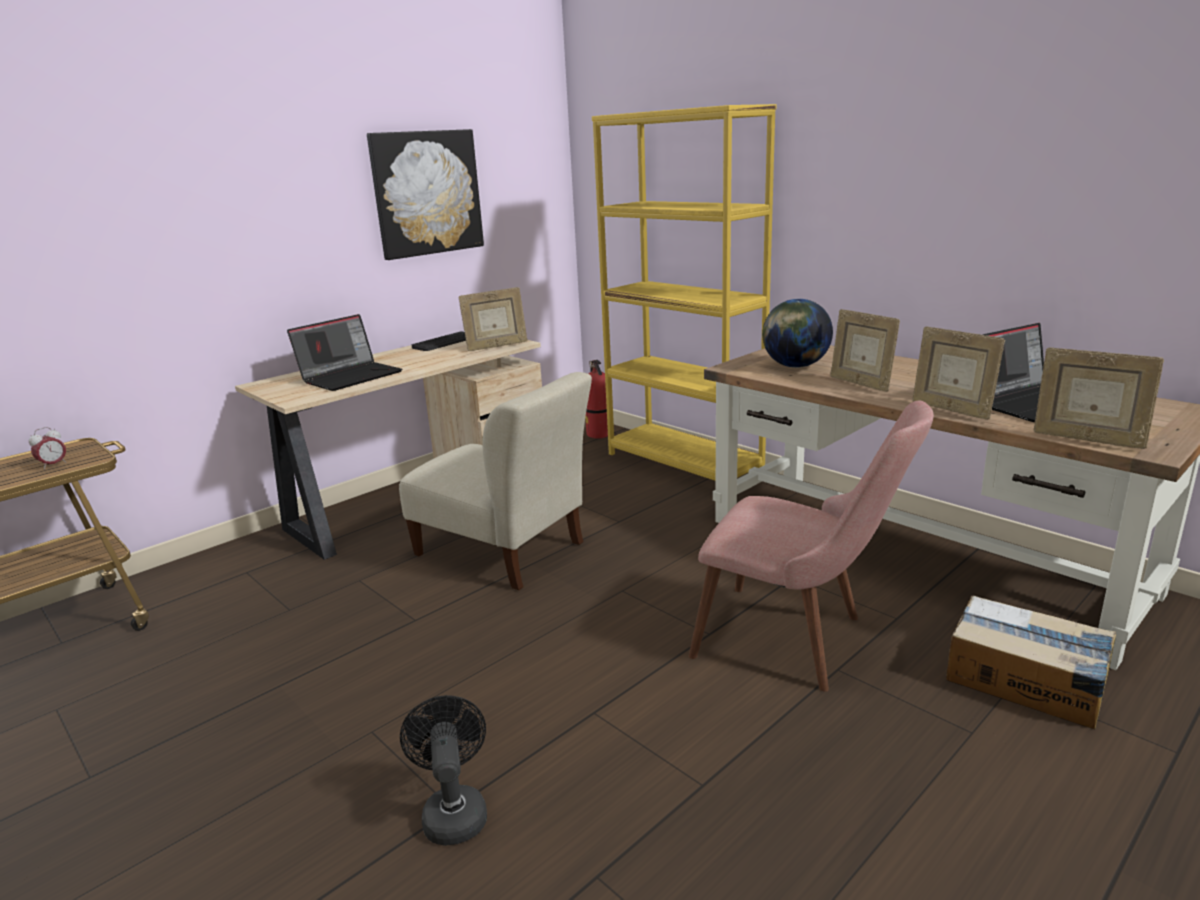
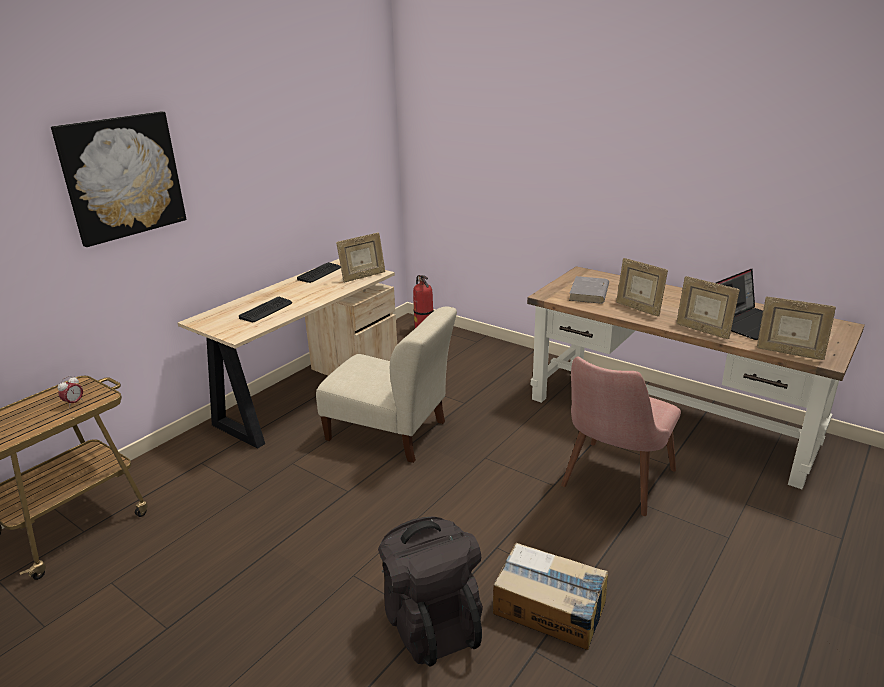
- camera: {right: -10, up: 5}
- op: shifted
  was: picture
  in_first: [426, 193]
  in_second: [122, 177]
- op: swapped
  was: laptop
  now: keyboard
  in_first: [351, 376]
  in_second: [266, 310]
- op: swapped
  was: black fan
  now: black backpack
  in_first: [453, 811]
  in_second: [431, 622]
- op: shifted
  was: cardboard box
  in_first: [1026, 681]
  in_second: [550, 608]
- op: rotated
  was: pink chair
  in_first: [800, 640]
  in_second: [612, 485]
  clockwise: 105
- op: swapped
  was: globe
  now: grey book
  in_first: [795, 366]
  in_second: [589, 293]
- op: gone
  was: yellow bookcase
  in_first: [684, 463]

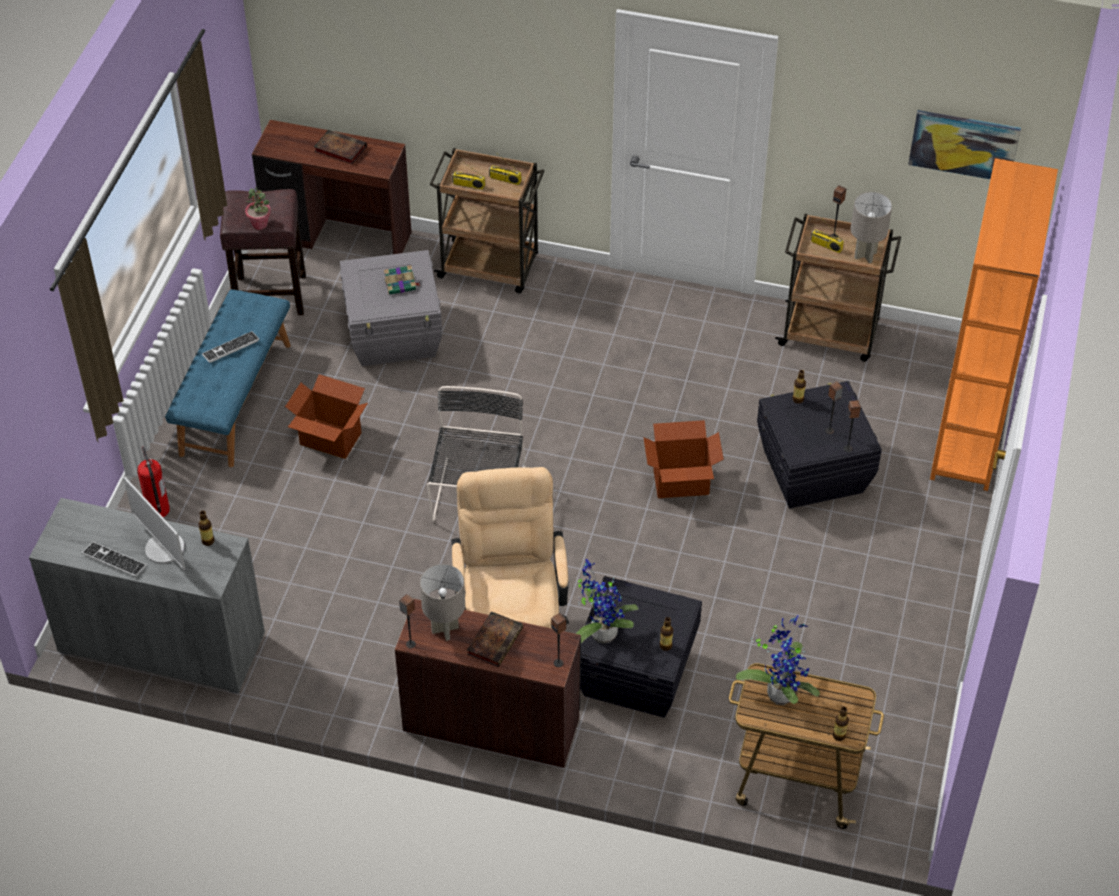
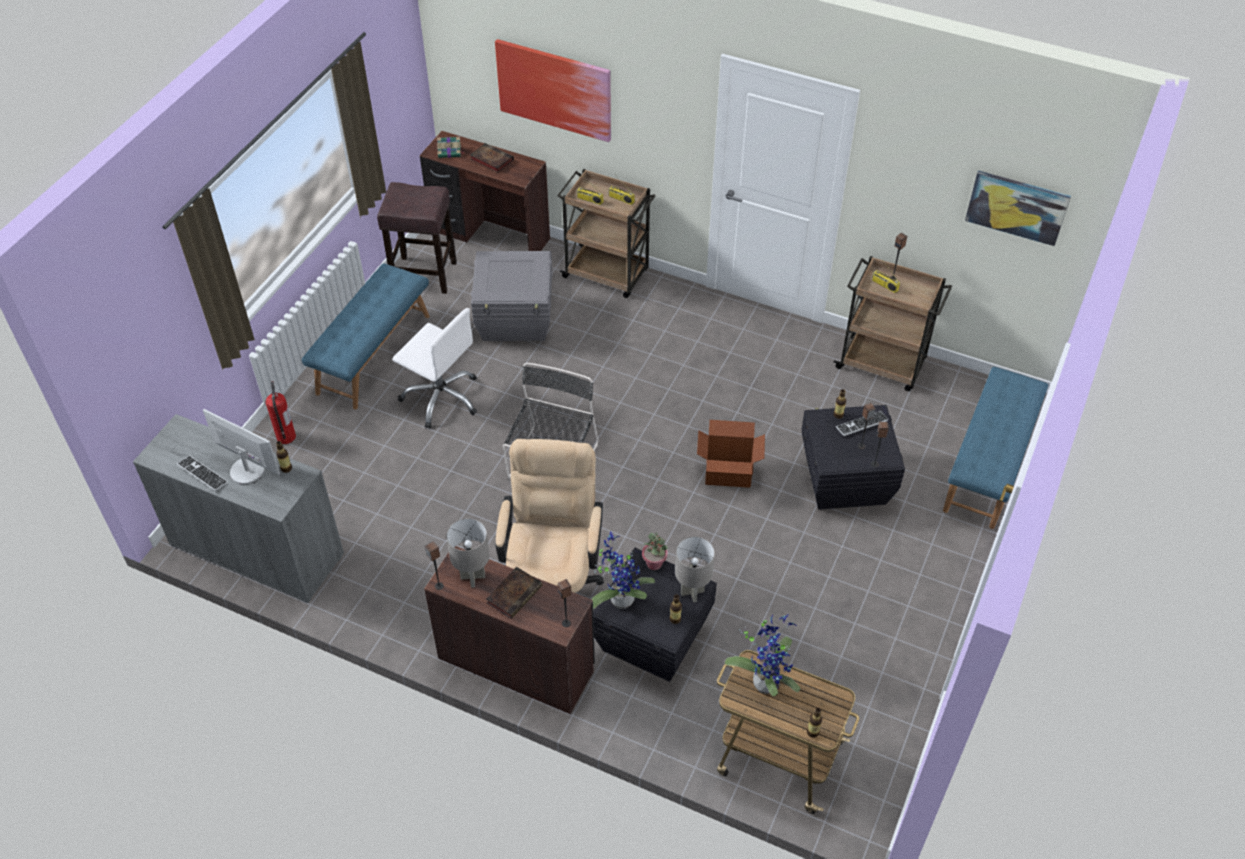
- camera: {right: 10, up: 0}
- op: rotated
  was: monitor
  in_first: [164, 549]
  in_second: [247, 470]
  clockwise: 150
- op: swapped
  was: cardboard box
  now: white office chair
  in_first: [330, 439]
  in_second: [441, 397]
- op: shifted
  was: book
  in_first: [401, 284]
  in_second: [450, 152]
- op: new
  now: picture
  in_second: [554, 89]
- op: shifted
  was: potted plant
  in_first: [260, 224]
  in_second: [654, 564]
- op: shifted
  was: grey table lamp
  in_first: [865, 255]
  in_second: [692, 592]
- op: shifted
  was: keyboard
  in_first: [231, 348]
  in_second: [861, 424]
- op: swapped
  was: orange bookcase
  now: blue bench
  in_first: [968, 433]
  in_second: [989, 465]

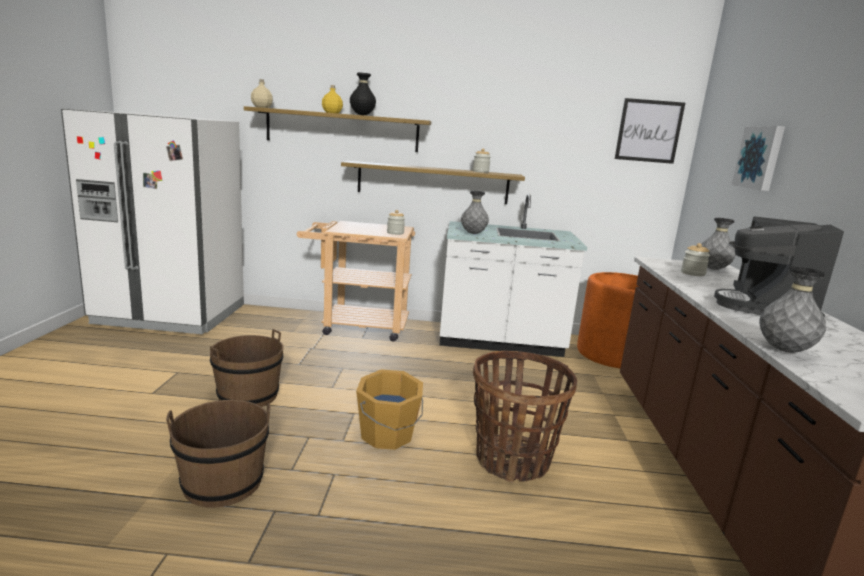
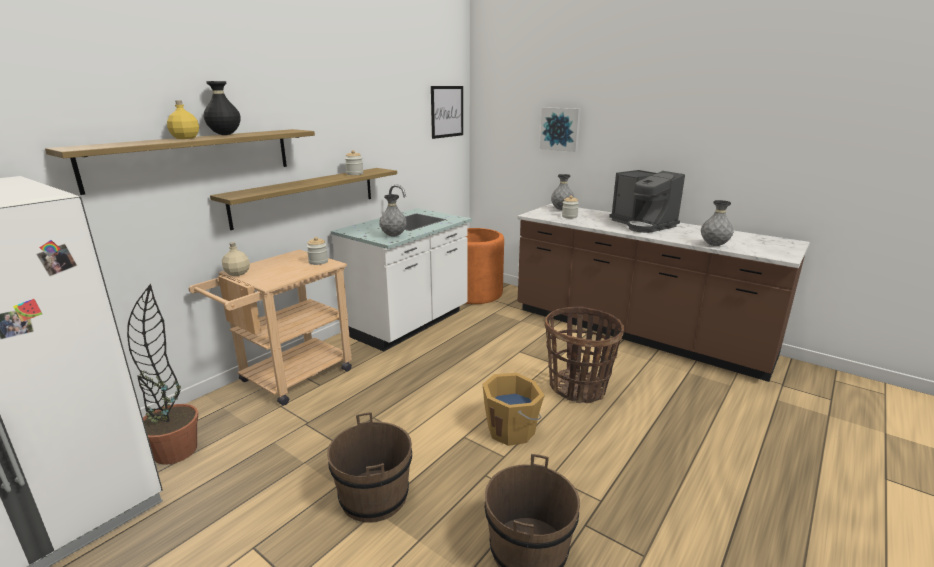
- camera: {right: -55, up: 5}
- op: new
  now: potted plant
  in_second: [176, 451]
- op: shifted
  was: beige bottle
  in_first: [261, 107]
  in_second: [237, 273]

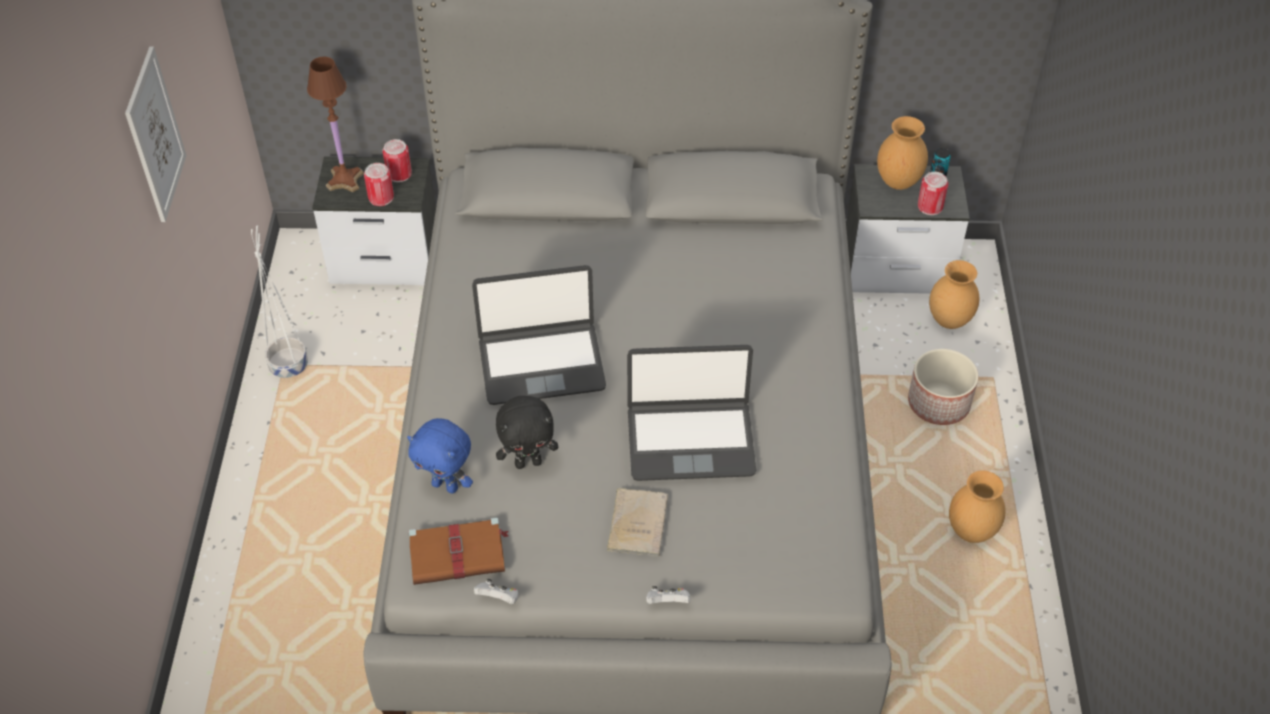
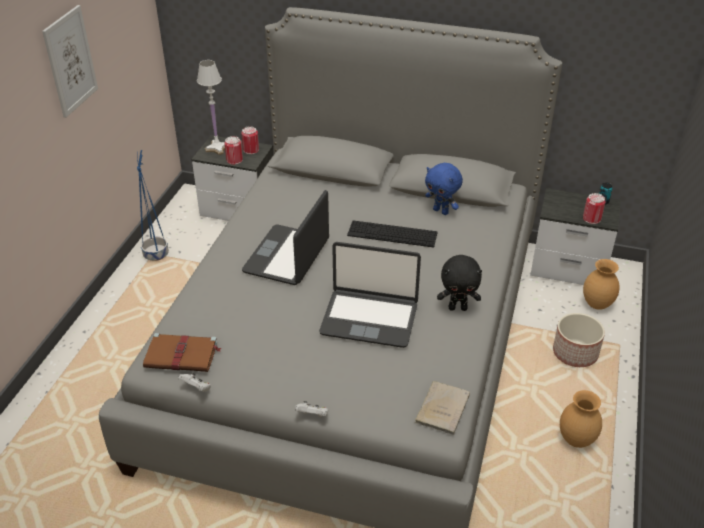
- camera: {right: 15, up: -10}
- op: repainted
  was: white planter
  now: blue planter
  in_first: [289, 365]
  in_second: [156, 254]
- op: repainted
  was: brown table lamp
  now: white table lamp
  in_first: [344, 180]
  in_second: [217, 148]
- op: rotated
  was: laptop
  in_first: [541, 363]
  in_second: [288, 256]
  clockwise: 105
- op: new
  now: keyboard
  in_second: [392, 234]
- op: shifted
  was: beige book
  in_first: [638, 522]
  in_second: [443, 407]
- op: shifted
  was: blue plush toy
  in_first: [446, 485]
  in_second: [441, 211]
- op: shifted
  was: black plush toy
  in_first: [528, 462]
  in_second: [458, 308]
- op: gone
  was: brown vase
  in_first: [898, 182]

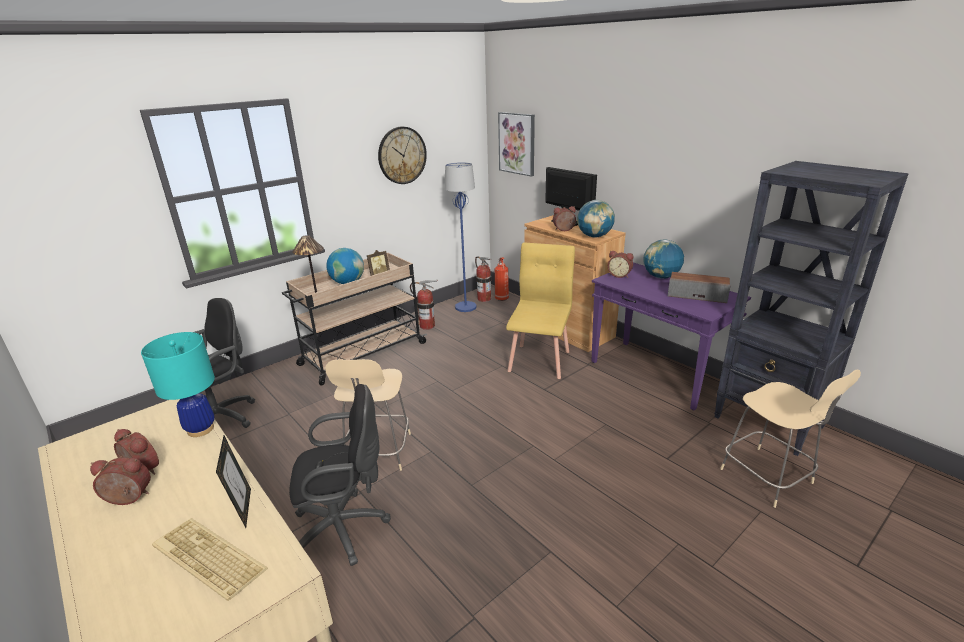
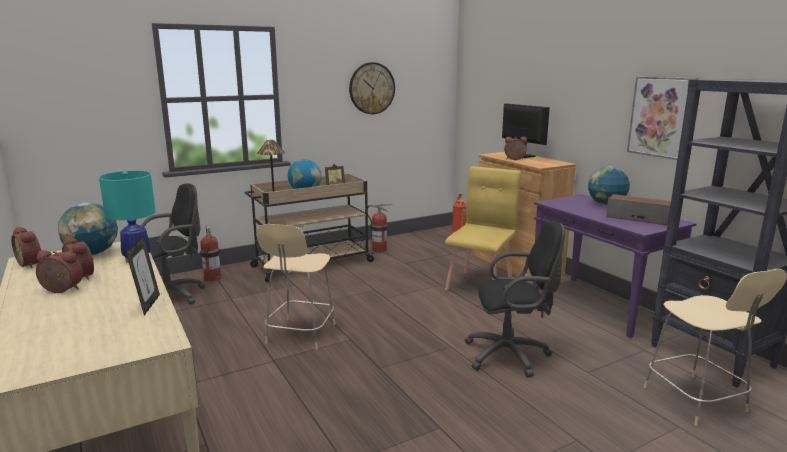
- camera: {right: 10, up: -10}
- op: shifted
  was: alarm clock
  in_first: [619, 275]
  in_second: [32, 263]
- op: shifted
  was: globe
  in_first: [594, 236]
  in_second: [92, 253]
- op: shifted
  was: fire extinguisher
  in_first: [484, 299]
  in_second: [212, 278]
- op: shifted
  was: black office chair
  in_first: [345, 528]
  in_second: [511, 355]
- op: shifted
  was: picture
  in_first: [517, 143]
  in_second: [662, 117]
- op: gone
  was: keyboard
  in_first: [206, 559]
- op: gone
  was: blue floor lamp
  in_first: [465, 307]

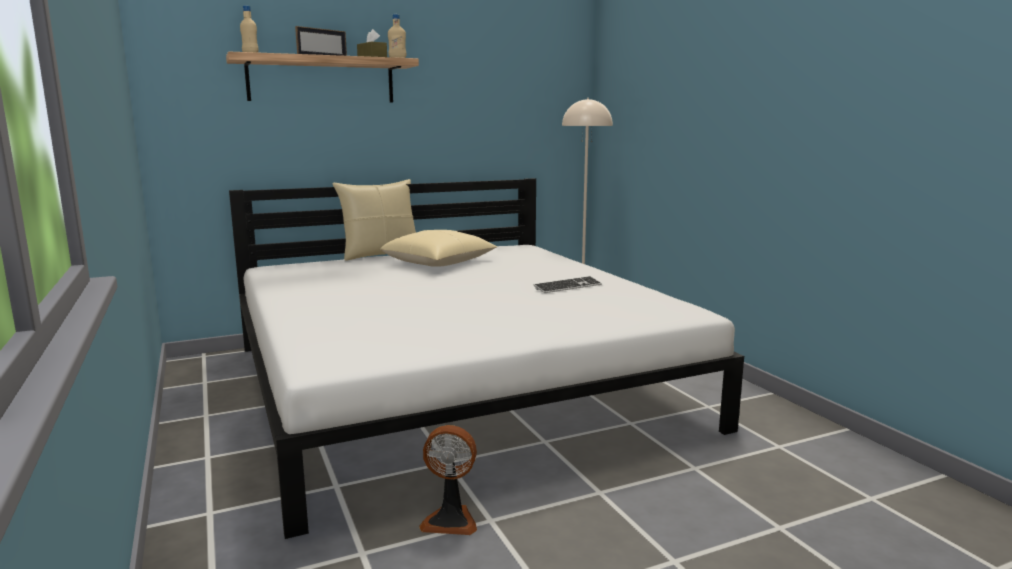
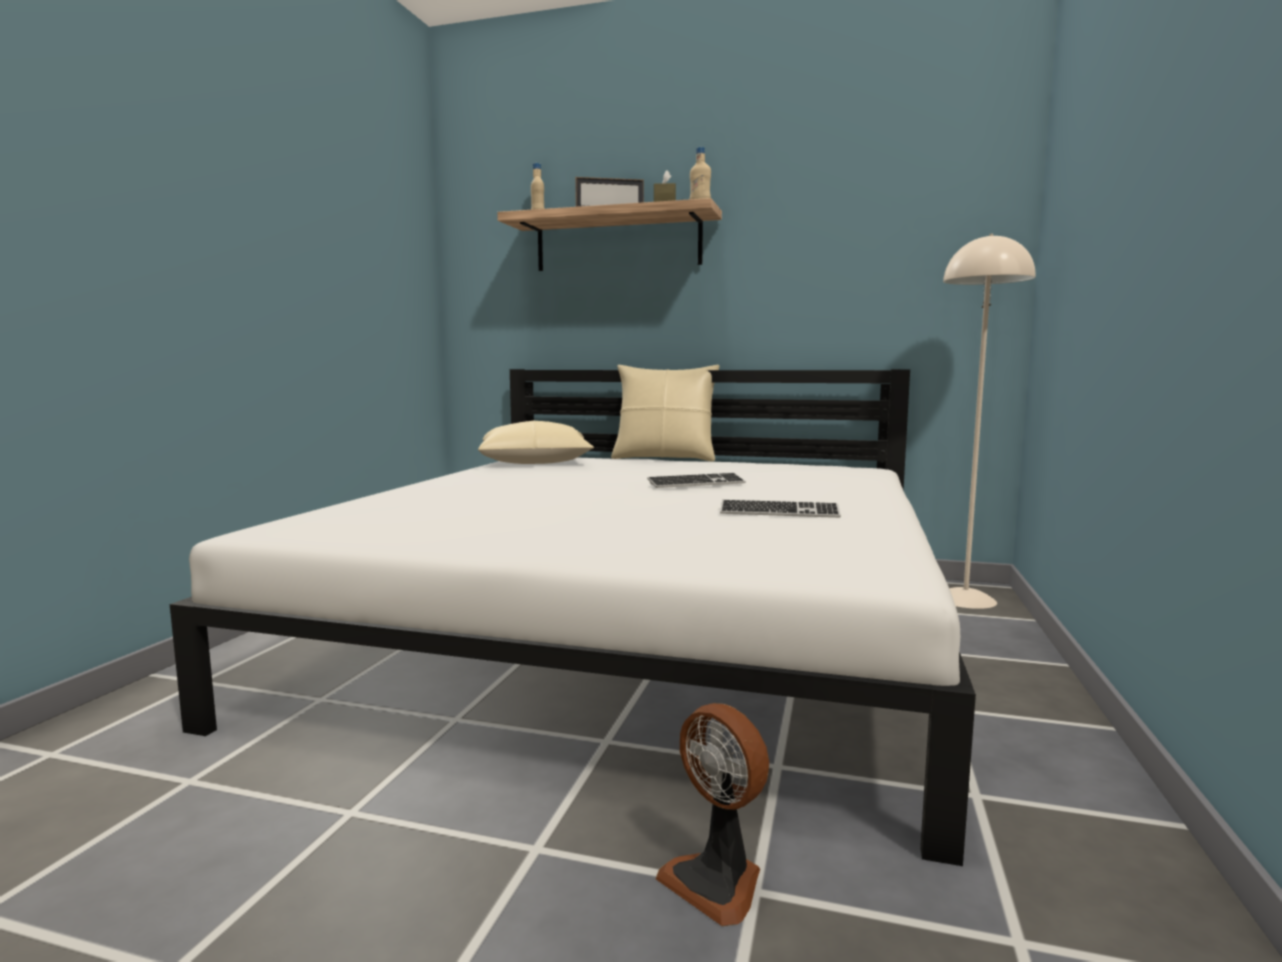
- camera: {right: 40, up: -5}
- op: shifted
  was: beige pillow
  in_first: [439, 262]
  in_second: [535, 461]
- op: new
  now: keyboard
  in_second: [696, 483]
- op: shifted
  was: fan
  in_first: [451, 520]
  in_second: [717, 881]

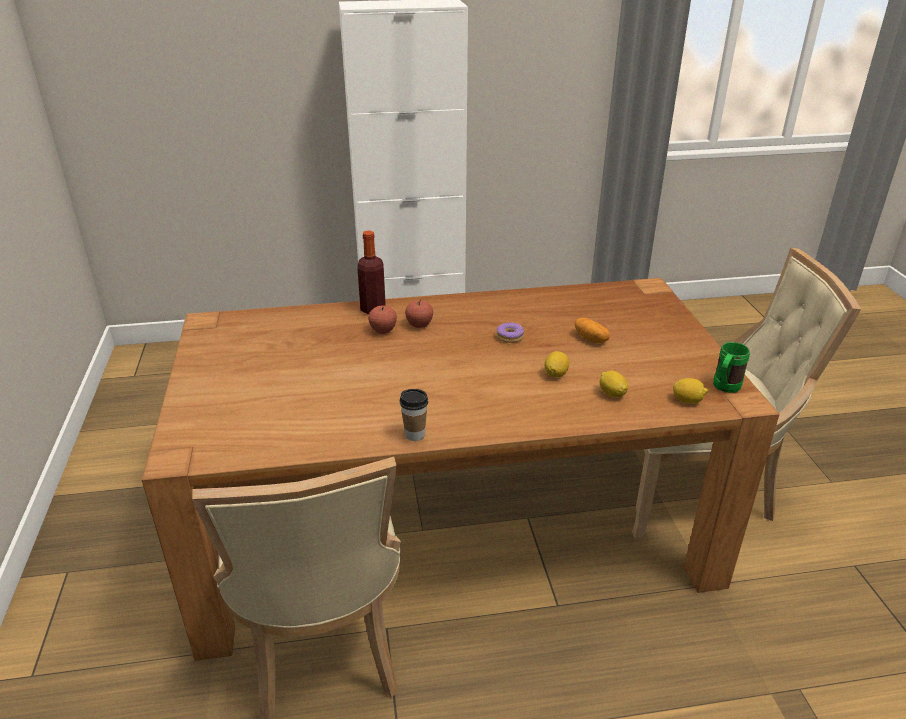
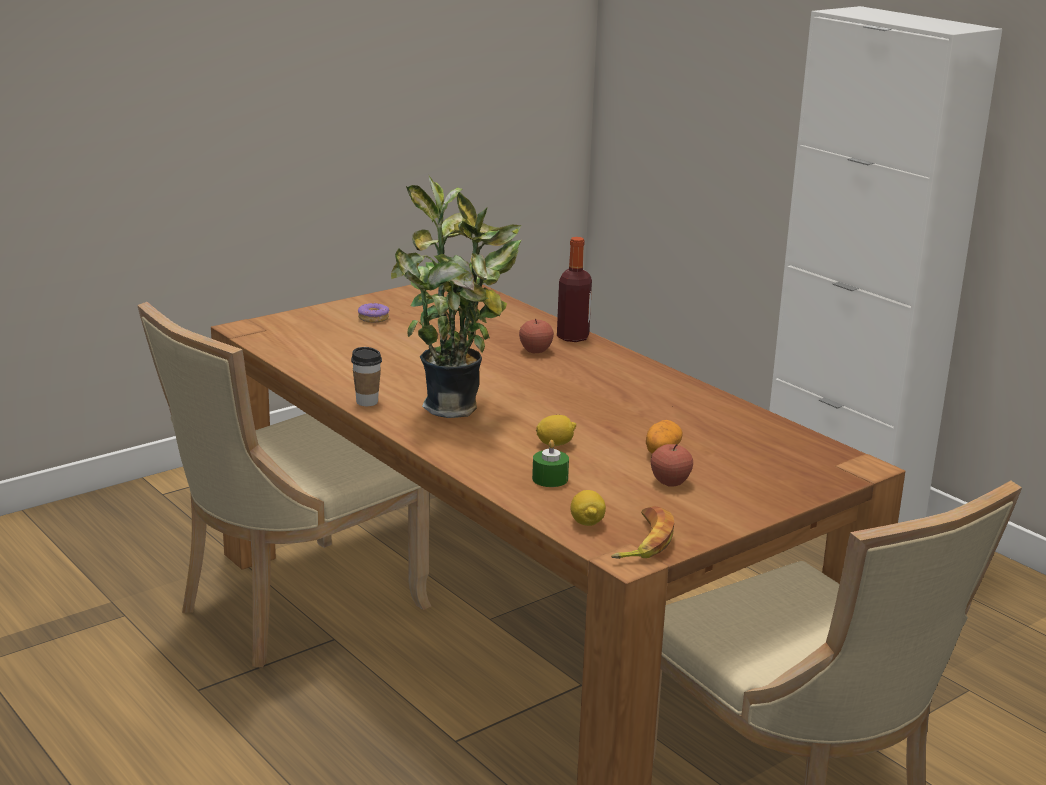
- camera: {right: 60, up: -10}
- op: shifted
  was: donut
  in_first: [510, 337]
  in_second: [374, 318]
- op: new
  now: potted plant
  in_second: [457, 408]
- op: swapped
  was: lemon
  now: green candle
  in_first: [612, 394]
  in_second: [550, 479]
- op: swapped
  was: green mug
  now: banana
  in_first: [724, 388]
  in_second: [643, 541]
- op: shifted
  was: apple
  in_first: [419, 325]
  in_second: [670, 482]

